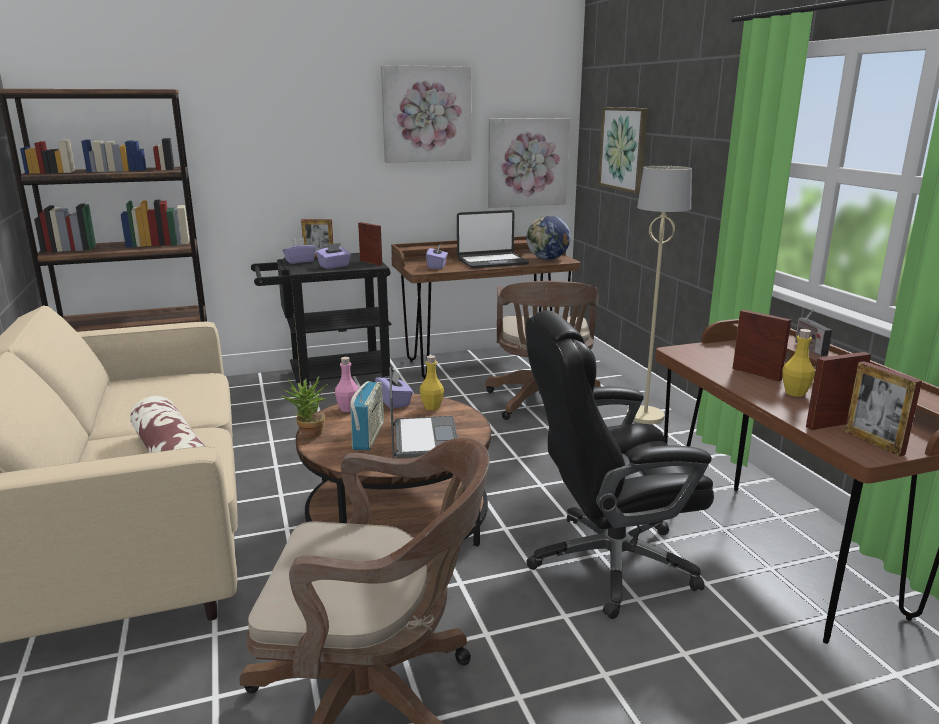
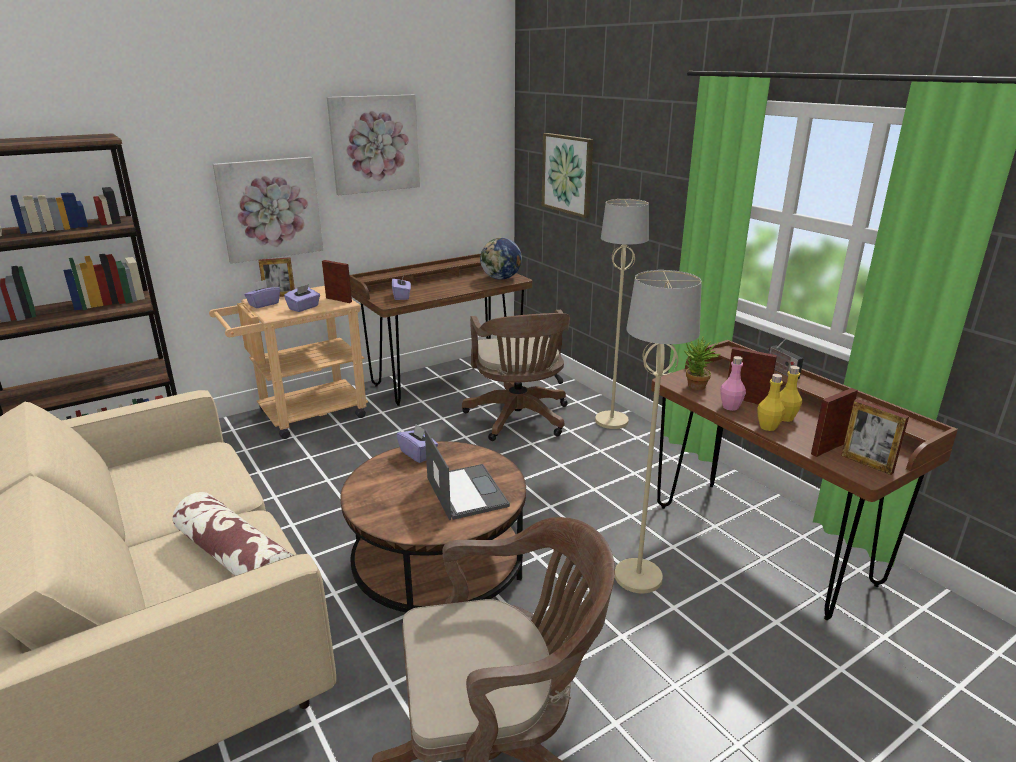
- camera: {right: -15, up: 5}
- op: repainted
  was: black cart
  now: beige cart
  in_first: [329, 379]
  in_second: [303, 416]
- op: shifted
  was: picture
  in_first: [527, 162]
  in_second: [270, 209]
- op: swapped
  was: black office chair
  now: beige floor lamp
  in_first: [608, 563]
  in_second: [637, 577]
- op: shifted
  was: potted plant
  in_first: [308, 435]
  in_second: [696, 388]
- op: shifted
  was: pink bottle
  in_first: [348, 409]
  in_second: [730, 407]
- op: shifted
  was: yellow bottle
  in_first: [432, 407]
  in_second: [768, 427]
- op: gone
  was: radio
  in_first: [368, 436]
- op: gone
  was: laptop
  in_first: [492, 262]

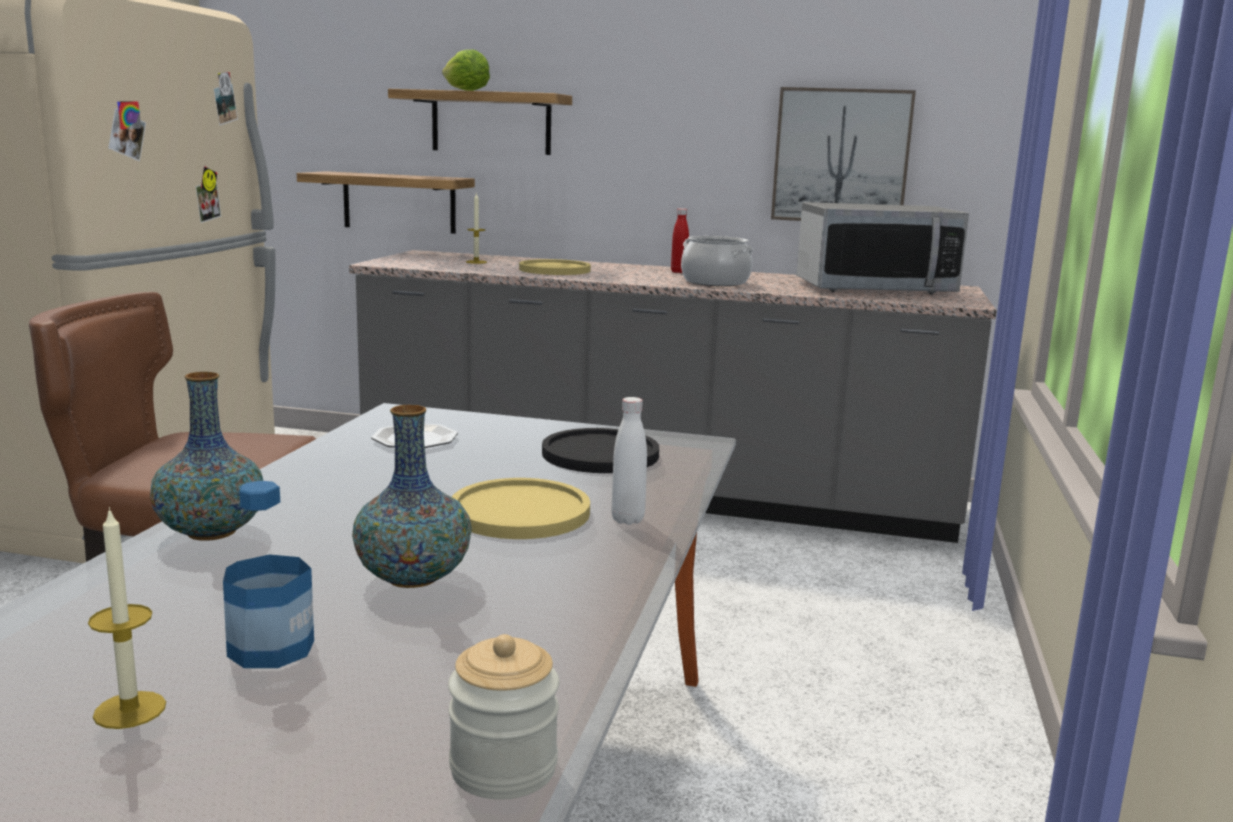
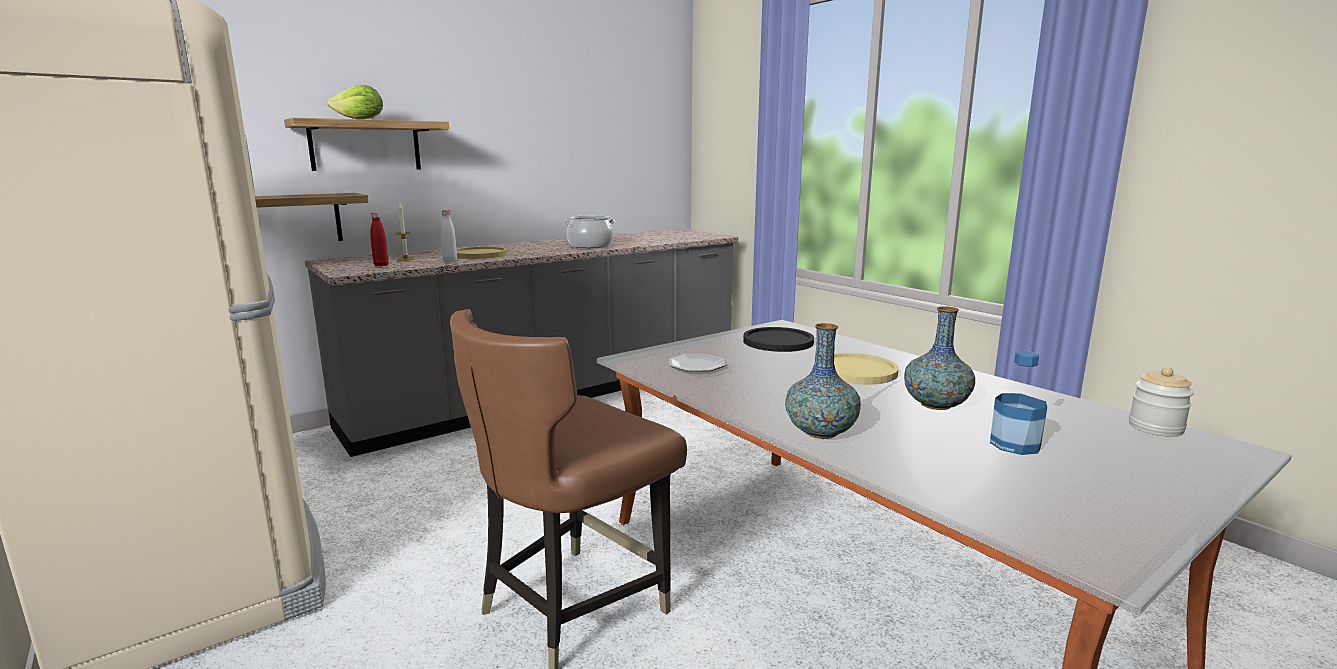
- camera: {right: -50, up: 0}
- op: shifted
  was: red bottle
  in_first: [679, 272]
  in_second: [381, 265]
- op: shifted
  was: white bottle
  in_first: [627, 519]
  in_second: [450, 261]
- op: gone
  was: candle
  in_first: [130, 710]
- op: gone
  was: picture
  in_first: [841, 156]
- op: gone
  was: microwave
  in_first: [874, 289]

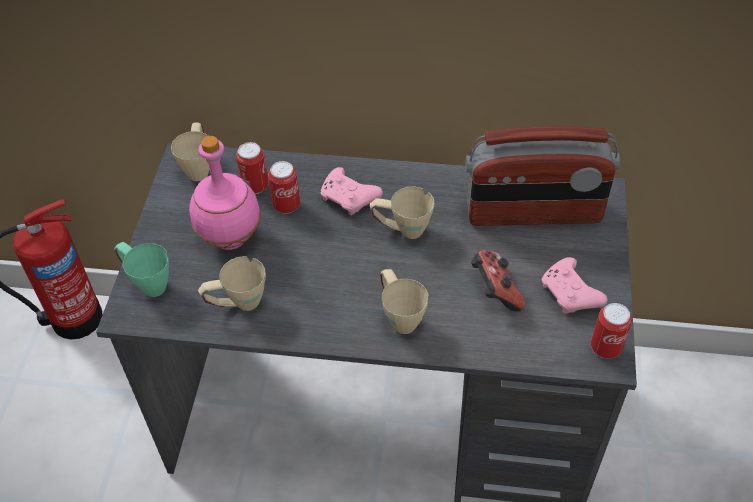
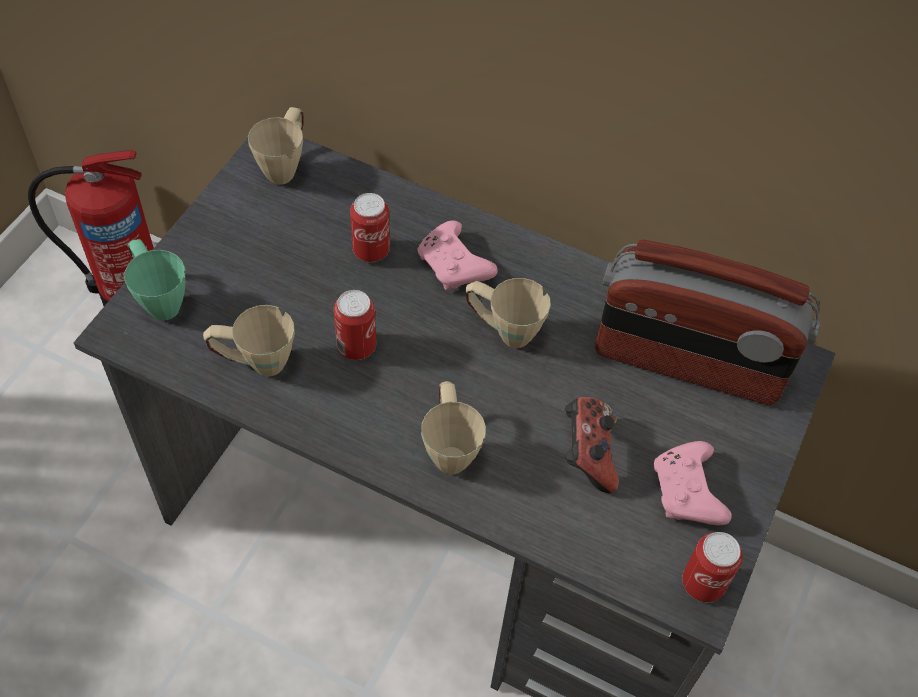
- camera: {right: 15, up: 5}
- op: shifted
  was: can
  in_first: [255, 186]
  in_second: [356, 347]
- op: gone
  was: pink bottle
  in_first: [229, 238]

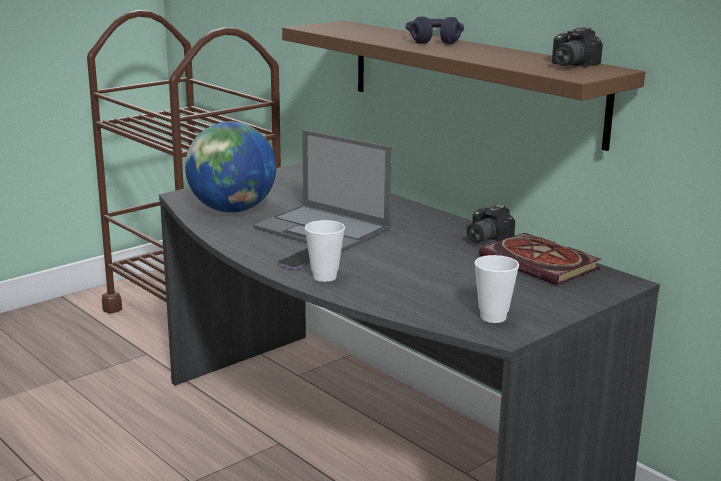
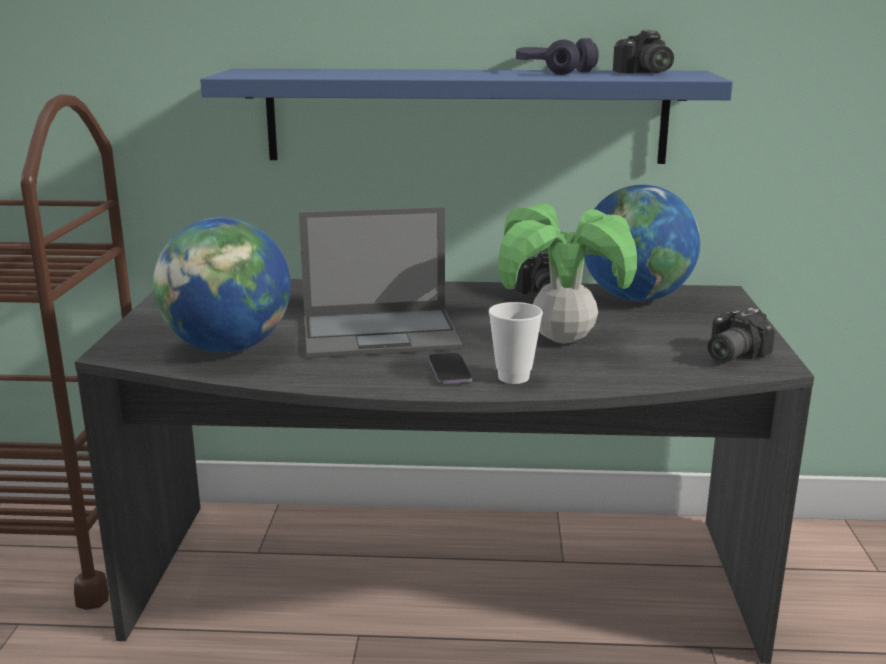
- camera: {right: -45, up: 0}
- op: repainted
  was: brown shelf
  now: blue shelf
  in_first: [471, 80]
  in_second: [465, 116]
- op: new
  now: potted plant
  in_second: [563, 339]
- op: shifted
  was: purple headphones
  in_first: [434, 40]
  in_second: [554, 71]
- op: swapped
  was: book
  now: globe
  in_first: [542, 263]
  in_second: [636, 298]
- op: swapped
  was: cup
  now: photo camera
  in_first: [493, 317]
  in_second: [729, 354]

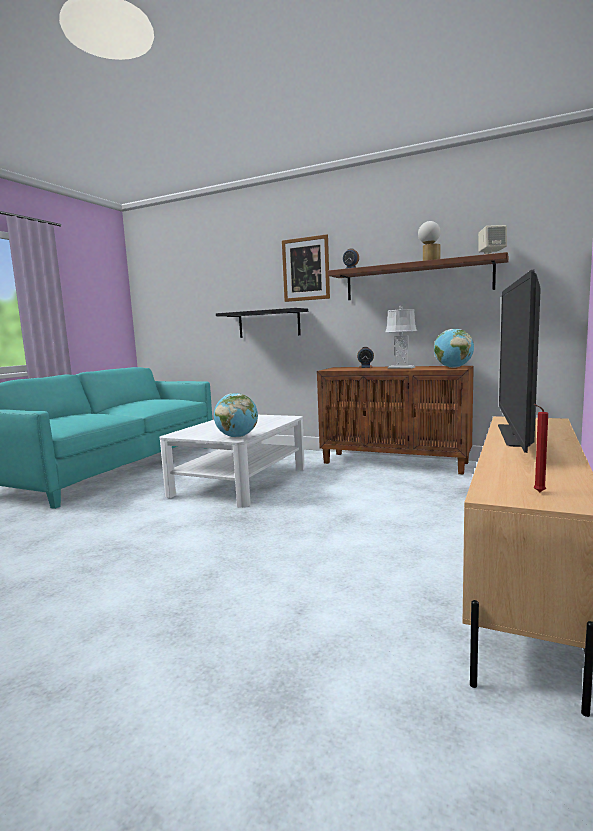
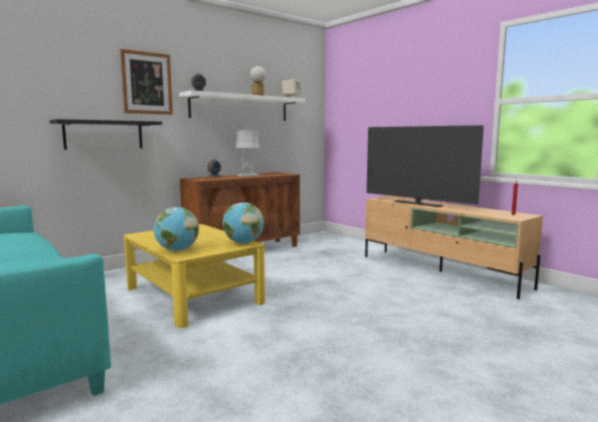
- camera: {right: -65, up: 0}
- op: repainted
  was: white coffee table
  now: yellow coffee table
  in_first: [240, 481]
  in_second: [192, 295]
- op: shifted
  was: globe
  in_first: [453, 367]
  in_second: [177, 250]
- op: repainted
  was: brown shelf
  now: white shelf
  in_first: [417, 280]
  in_second: [240, 108]

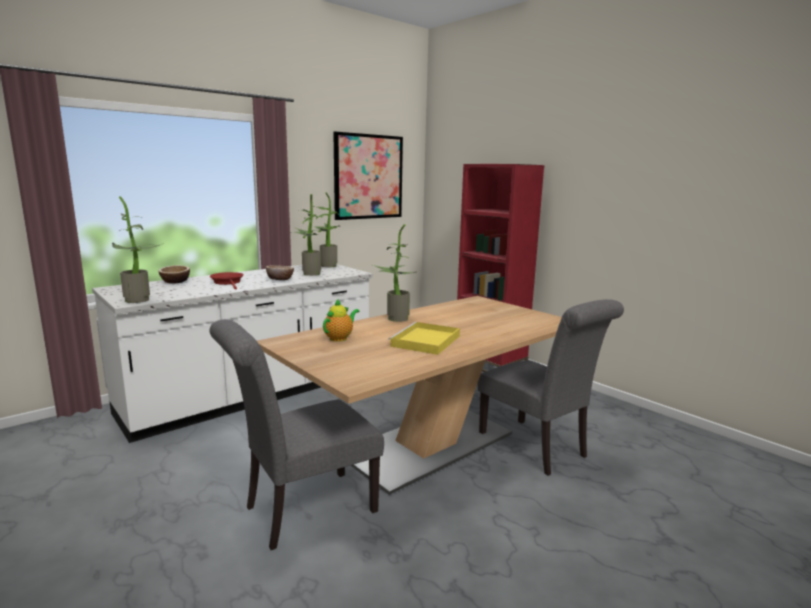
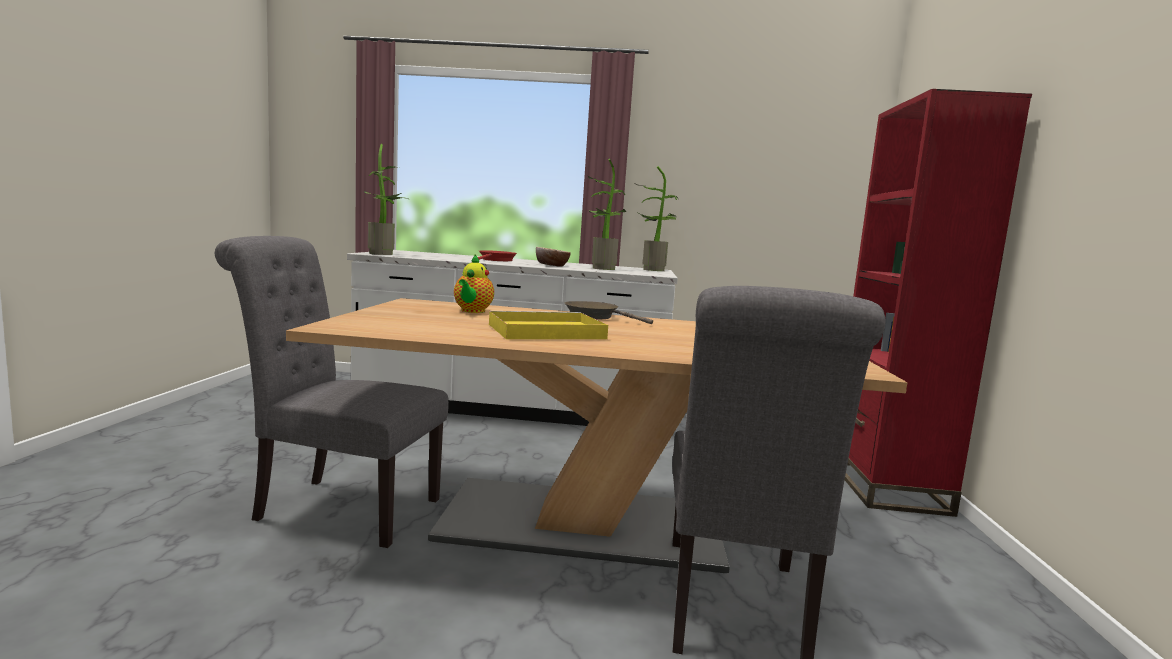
- camera: {right: 45, up: -5}
- op: rotated
  was: teapot
  in_first: [340, 338]
  in_second: [472, 311]
  clockwise: 105
- op: swapped
  was: potted plant
  now: brown frying pan
  in_first: [394, 319]
  in_second: [595, 317]
- op: gone
  was: bowl
  in_first: [175, 281]
- op: gone
  was: picture
  in_first: [368, 177]

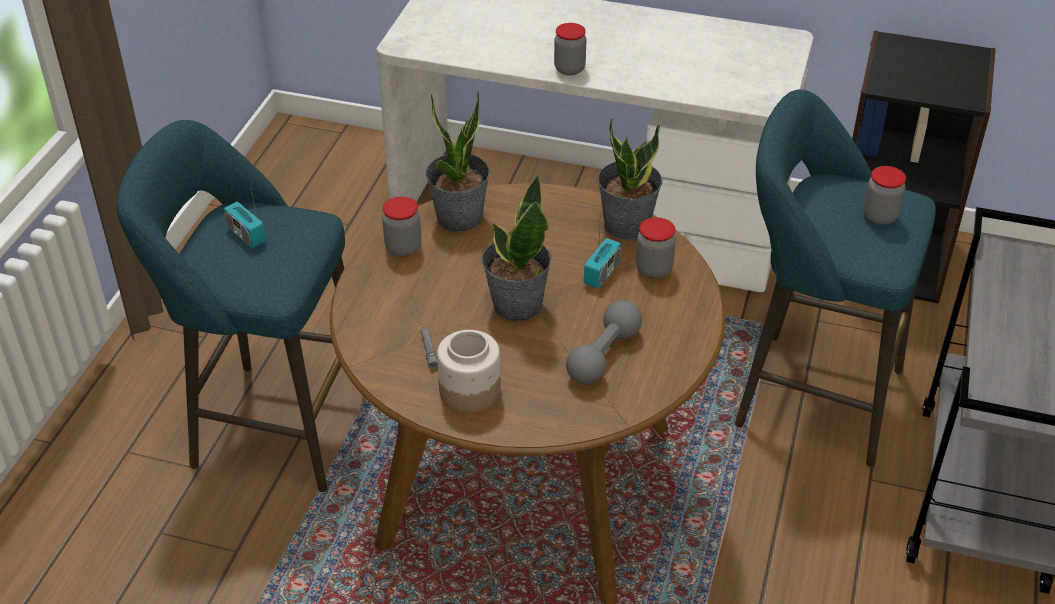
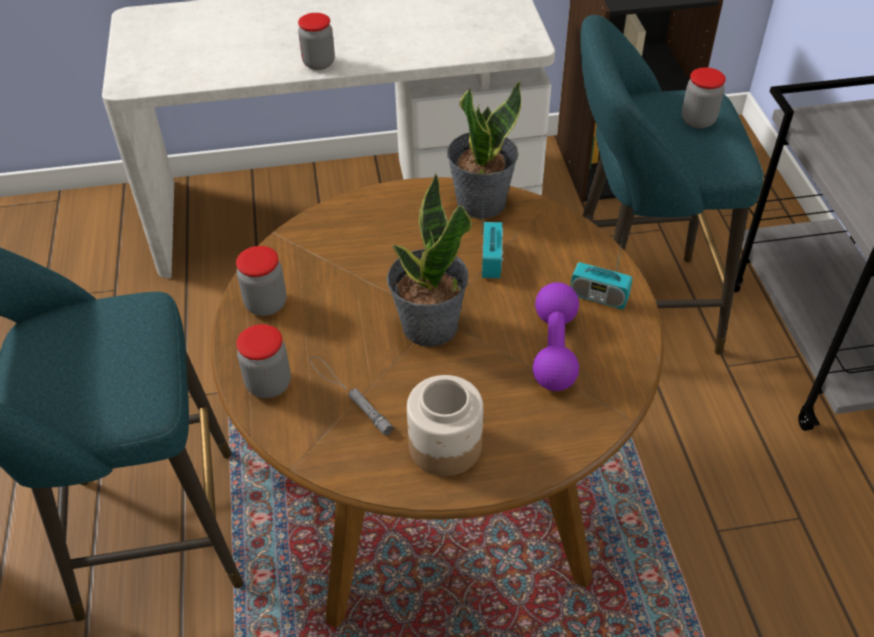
- camera: {right: -25, up: 5}
- op: shifted
  was: jar
  in_first: [654, 269]
  in_second: [268, 384]
- op: repainted
  was: grey dumbbell
  now: purple dumbbell
  in_first: [603, 355]
  in_second: [554, 349]
- op: shifted
  was: radio
  in_first: [246, 235]
  in_second: [599, 297]
- op: gone
  was: potted plant
  in_first: [459, 218]

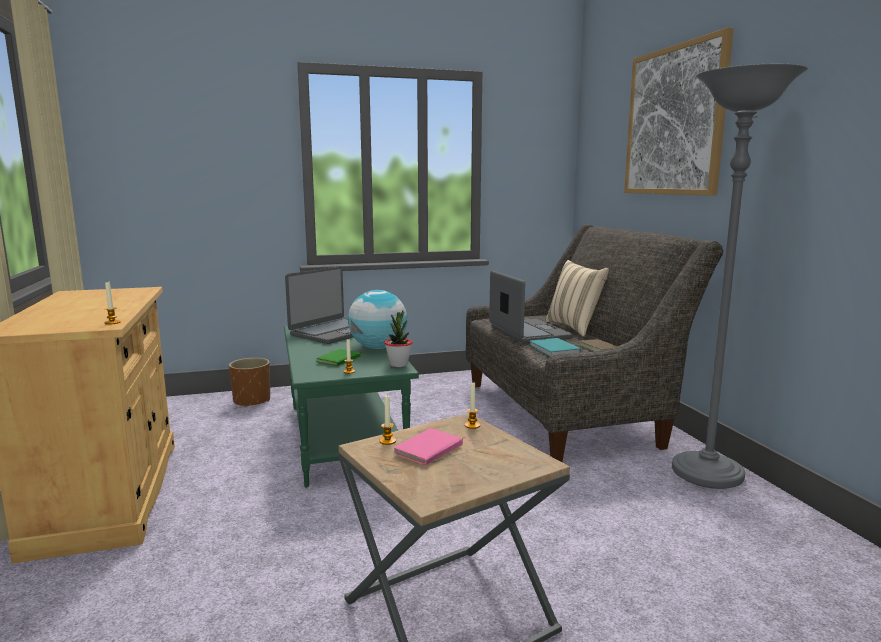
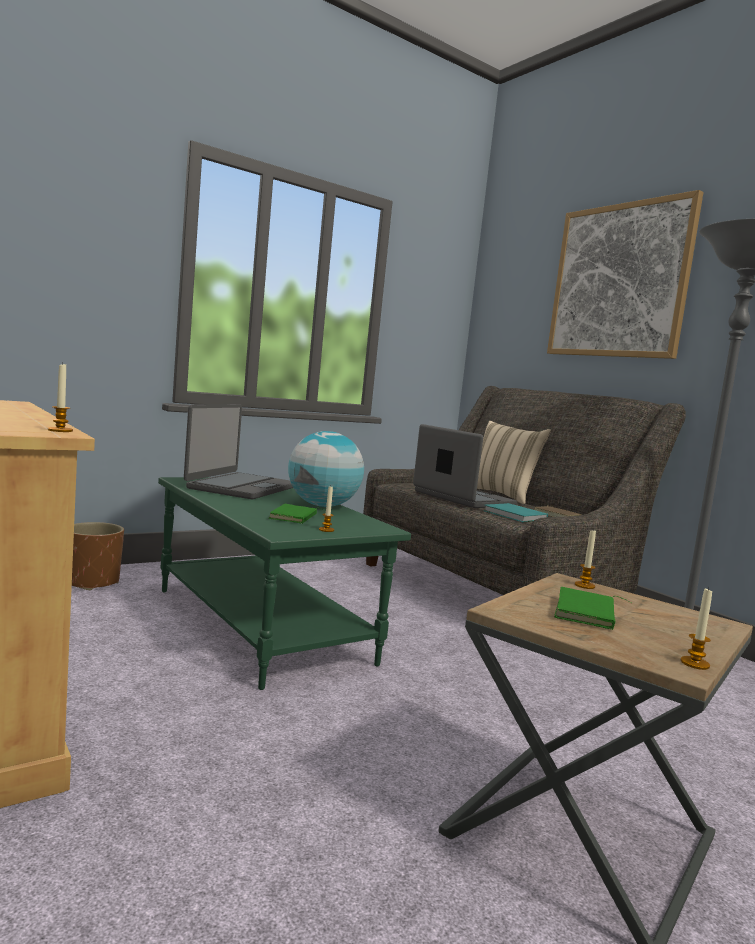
- camera: {right: -20, up: -5}
- op: repainted
  was: pink book
  now: green book
  in_first: [430, 451]
  in_second: [588, 613]
- op: shifted
  was: candle
  in_first: [387, 441]
  in_second: [694, 663]
- op: gone
  was: potted plant
  in_first: [398, 364]

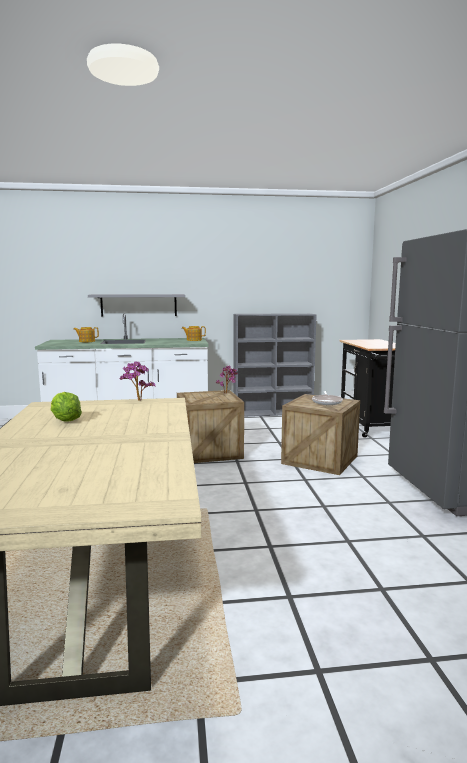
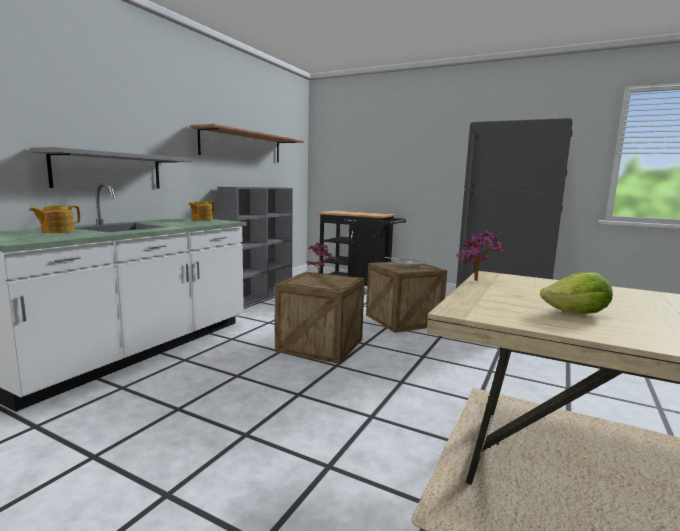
- camera: {right: -55, up: 0}
- op: new
  now: shelf
  in_second: [242, 146]

